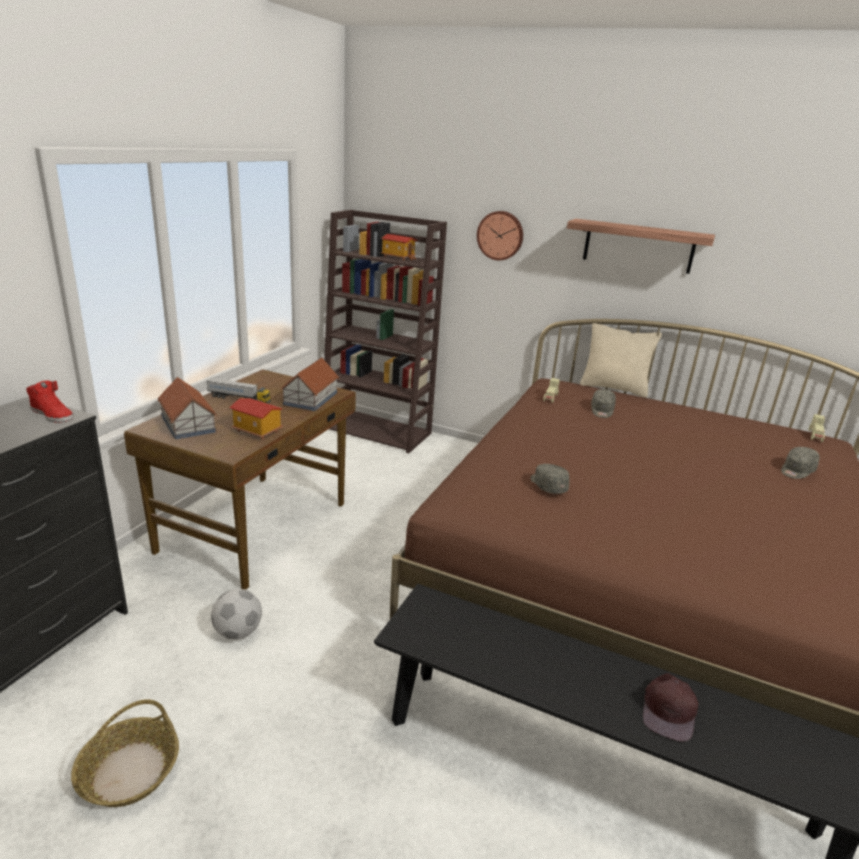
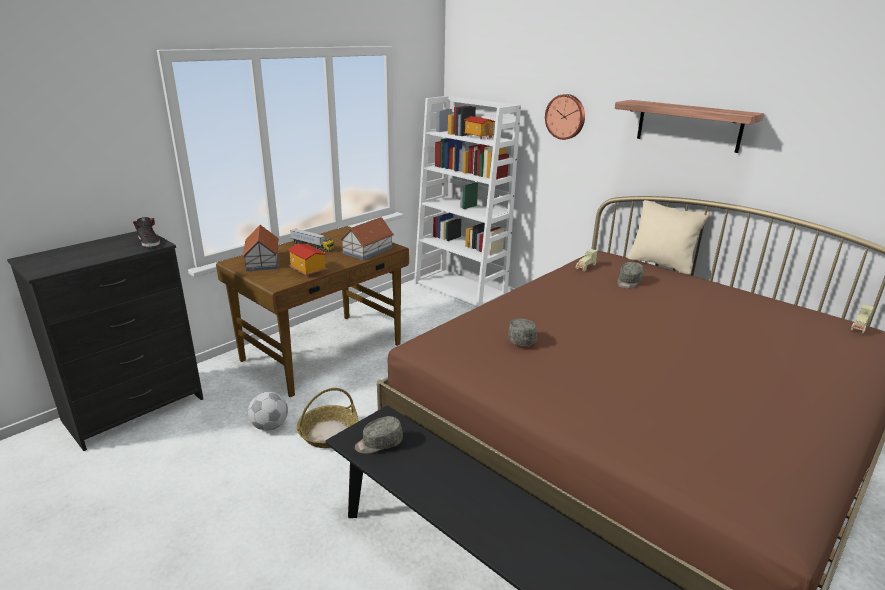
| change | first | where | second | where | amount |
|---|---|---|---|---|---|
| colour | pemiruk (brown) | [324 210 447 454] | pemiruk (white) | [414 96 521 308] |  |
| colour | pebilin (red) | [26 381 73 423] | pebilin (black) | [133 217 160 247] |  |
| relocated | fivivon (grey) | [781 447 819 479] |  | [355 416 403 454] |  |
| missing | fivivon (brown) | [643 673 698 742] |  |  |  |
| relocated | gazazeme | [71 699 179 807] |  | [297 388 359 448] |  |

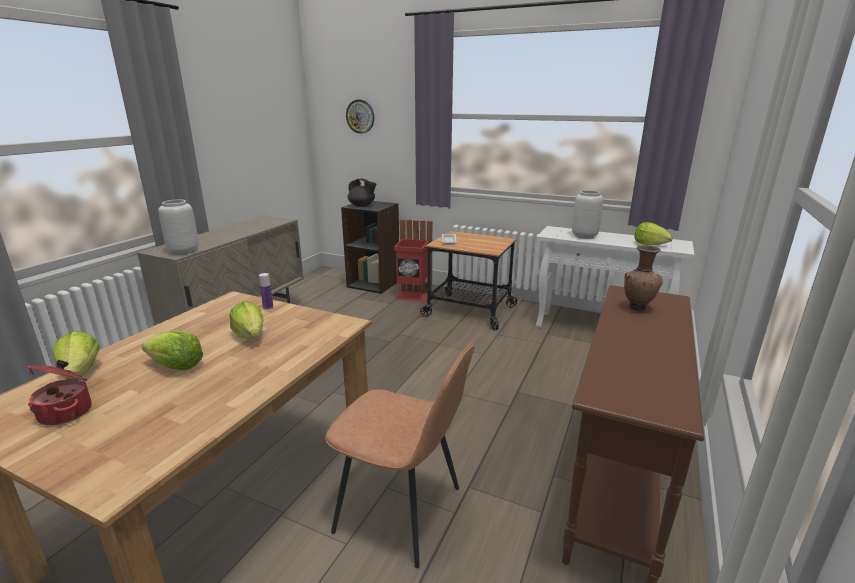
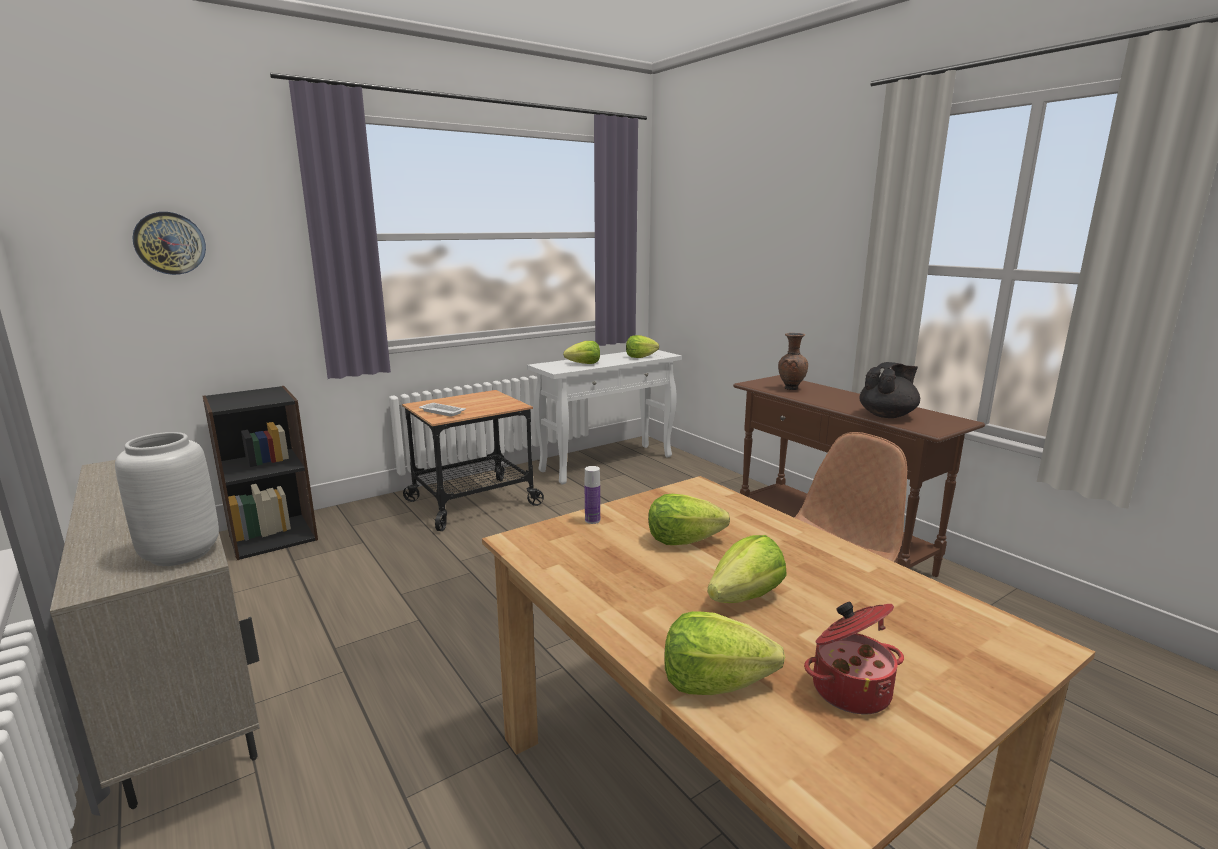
| change | first | where | second | where | amount |
|---|---|---|---|---|---|
| relocated | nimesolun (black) | [348 179 376 207] |  | [859 362 920 418] |  |
| exchanged | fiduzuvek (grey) | [572 190 603 239] | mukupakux | [563 341 600 364] |  |
| missing | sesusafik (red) | [394 219 432 302] |  |  |  |

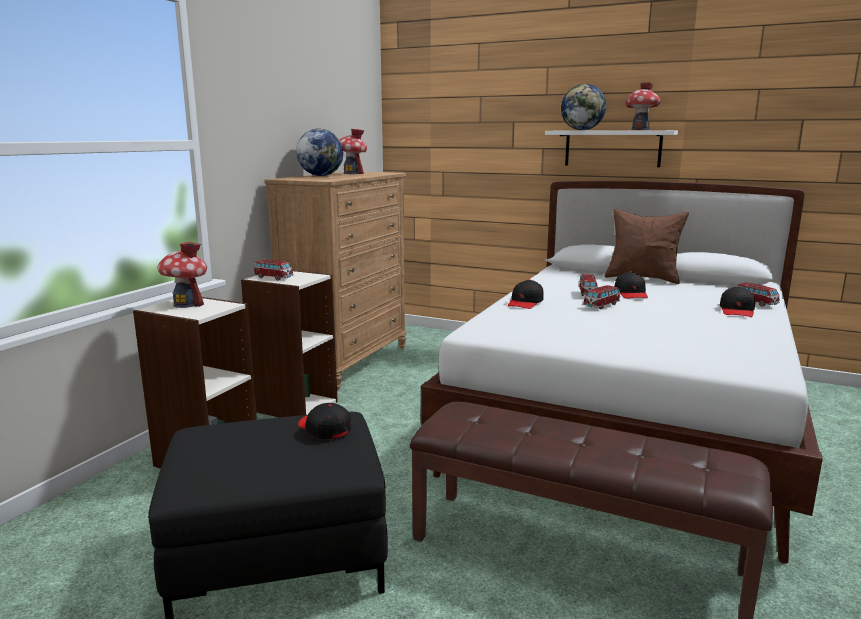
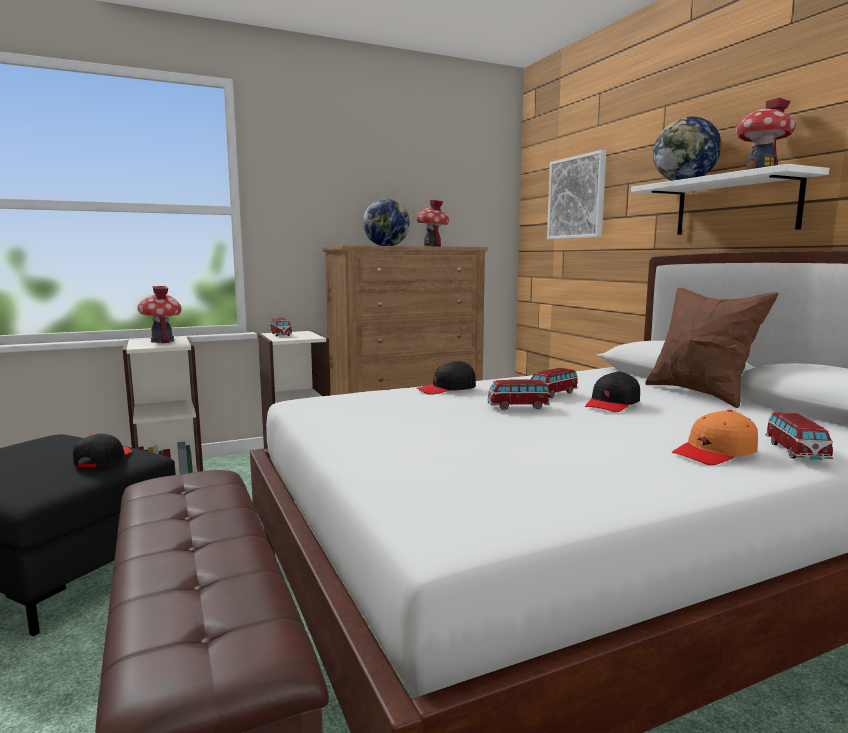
| change | first | where | second | where | amount |
|---|---|---|---|---|---|
| colour | fivivon (black) | [720 286 755 317] | fivivon (orange) | [672 410 758 465] |  |
| appeared |  |  | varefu | [547 150 606 239] |  |

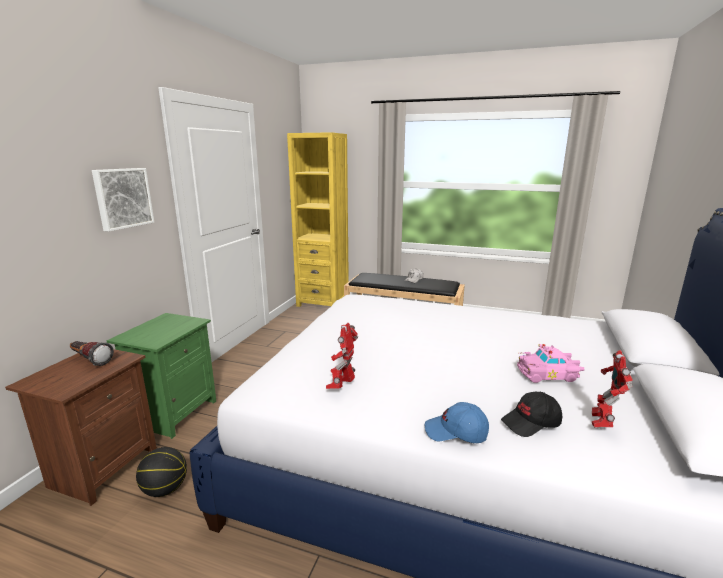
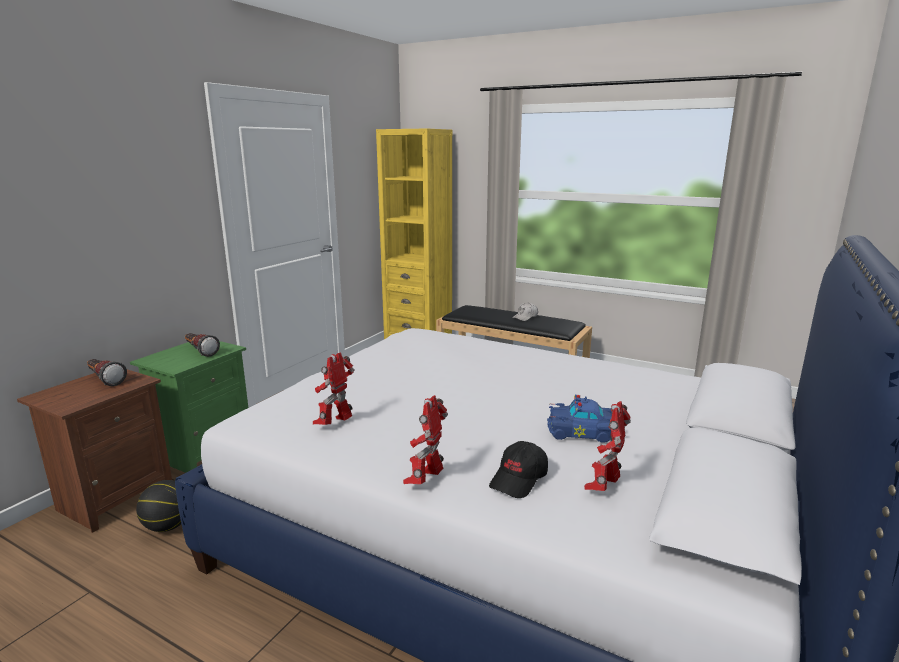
| change | first | where | second | where | amount |
|---|---|---|---|---|---|
| missing | varefu | [92 168 154 232] |  |  |  |
| colour | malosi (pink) | [517 344 585 383] | malosi (blue) | [547 395 612 443] |  |
| spun | fivivon (black) | [501 392 562 437] |  | [489 441 548 498] | 45 degrees counterclockwise |
| exchanged | fivivon (blue) | [425 402 489 443] | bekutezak | [403 395 448 484] |  |
| appeared |  |  | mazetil | [185 333 220 357] |  |

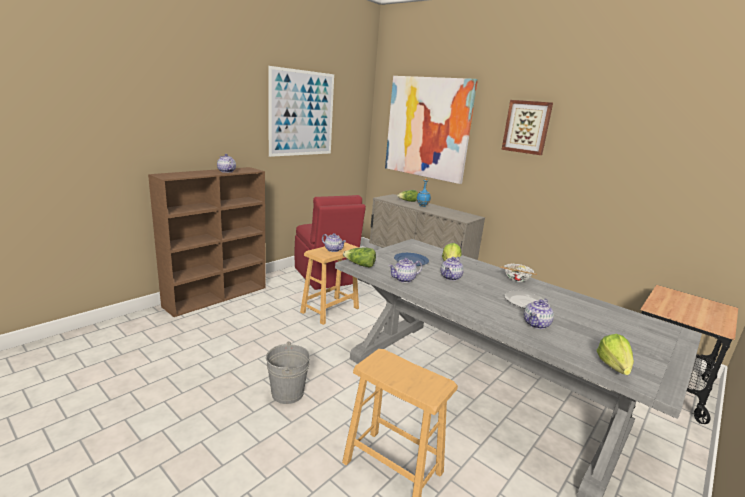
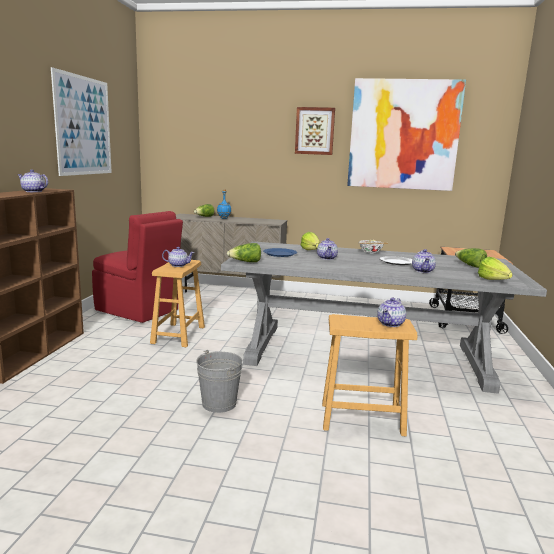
| change | first | where | second | where | amount |
|---|---|---|---|---|---|
| relocated | varefu | [385 76 478 184] |  | [347 78 466 191] |  |
| relocated | nimesolun | [389 258 422 283] |  | [377 297 406 327] |  |
| appeared |  |  | mukupakux | [455 248 487 268] |  |

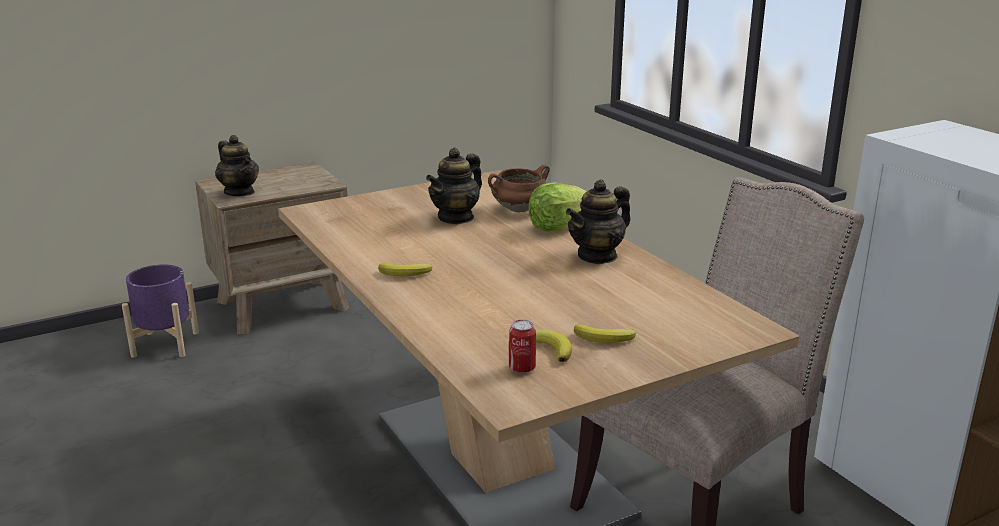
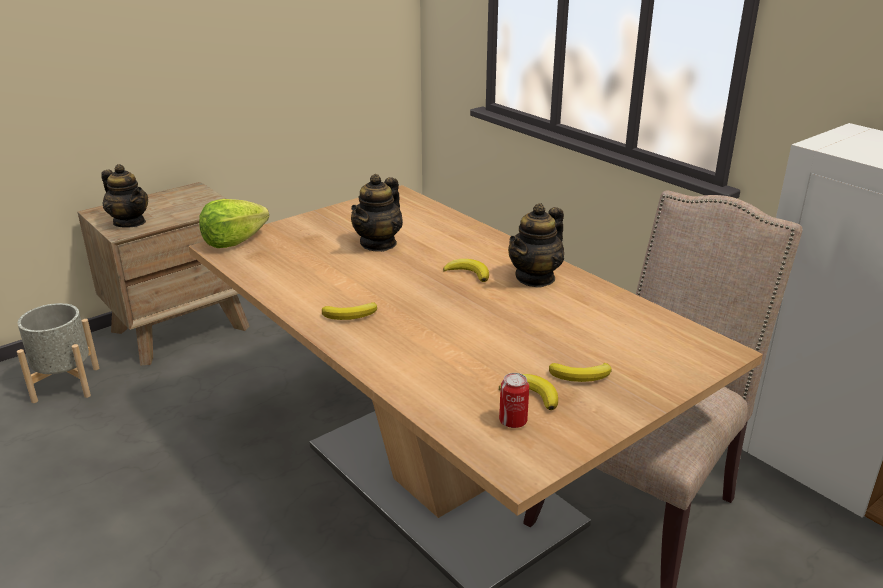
| change | first | where | second | where | amount |
|---|---|---|---|---|---|
| missing | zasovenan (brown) | [488 164 550 212] |  |  |  |
| relocated | mukupakux | [528 182 587 231] |  | [199 199 269 248] |  |
| colour | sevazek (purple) | [122 264 199 358] | sevazek (grey) | [17 303 99 403] |  |
| appeared |  |  | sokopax | [443 259 489 282] |  |

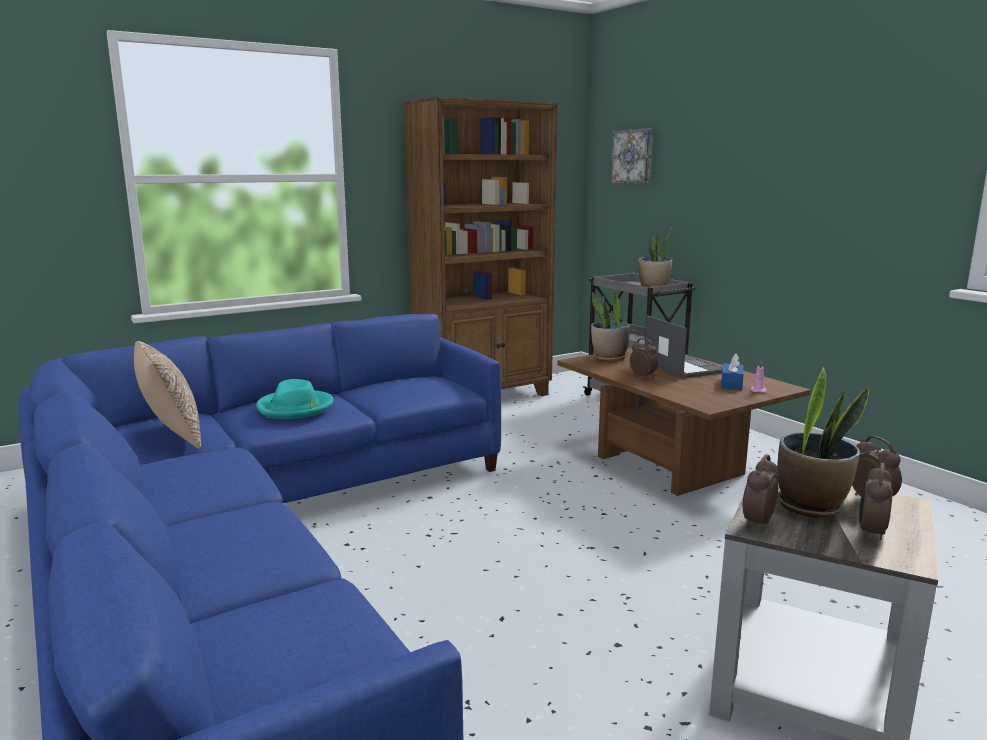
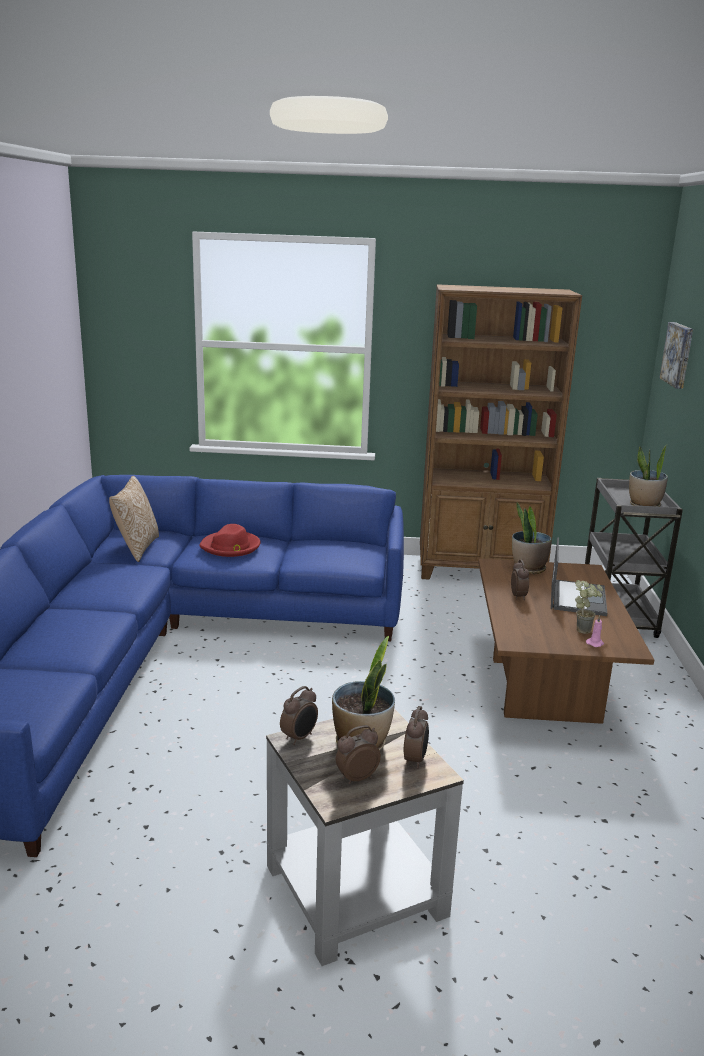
| change | first | where | second | where | amount |
|---|---|---|---|---|---|
| exchanged | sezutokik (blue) | [721 354 744 390] | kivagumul | [575 580 603 634] |  |
| colour | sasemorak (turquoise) | [256 379 334 419] | sasemorak (red) | [199 524 261 557] |  |
| spun | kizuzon | [743 454 778 529] |  | [280 686 318 745] | 150 degrees clockwise |

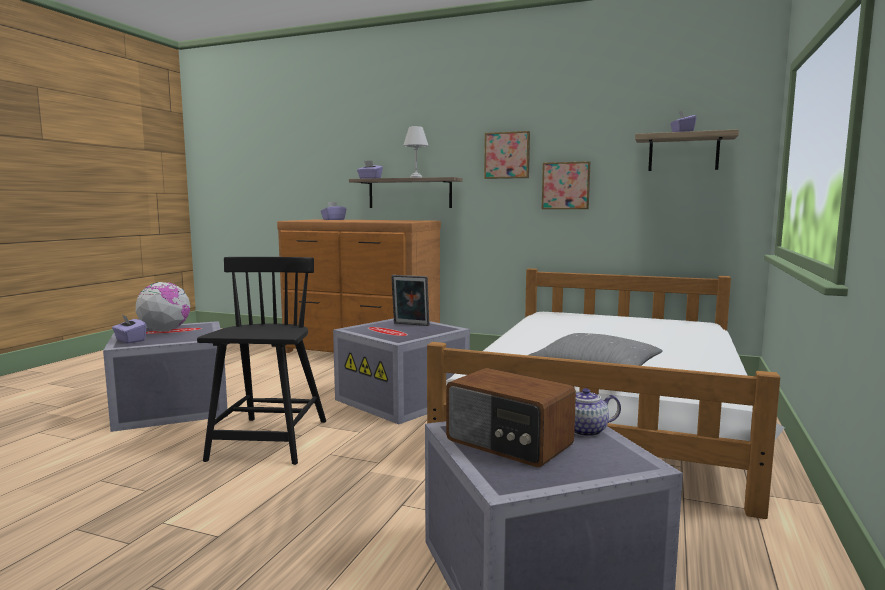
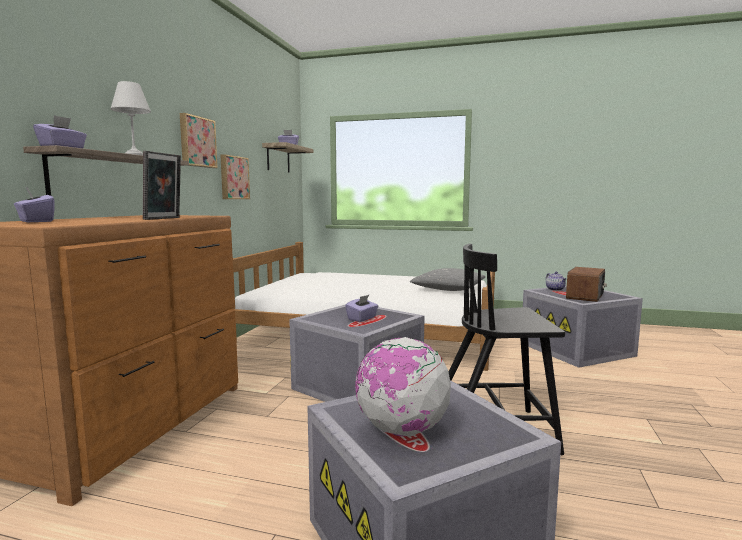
| change | first | where | second | where | amount |
|---|---|---|---|---|---|
| relocated | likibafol | [391 275 430 326] |  | [143 151 181 220] |  |
| relocated | sezutokik (purple) | [112 315 147 344] |  | [345 295 378 322] |  |

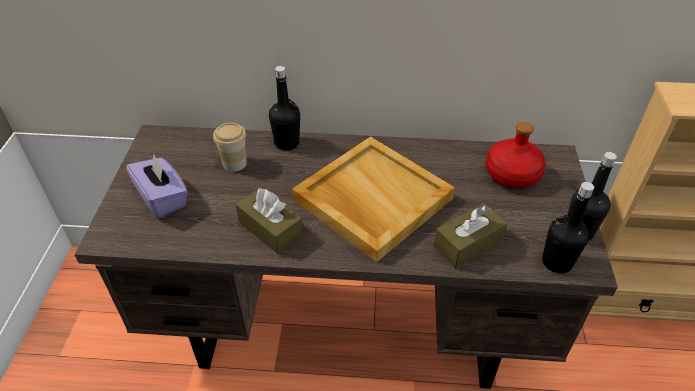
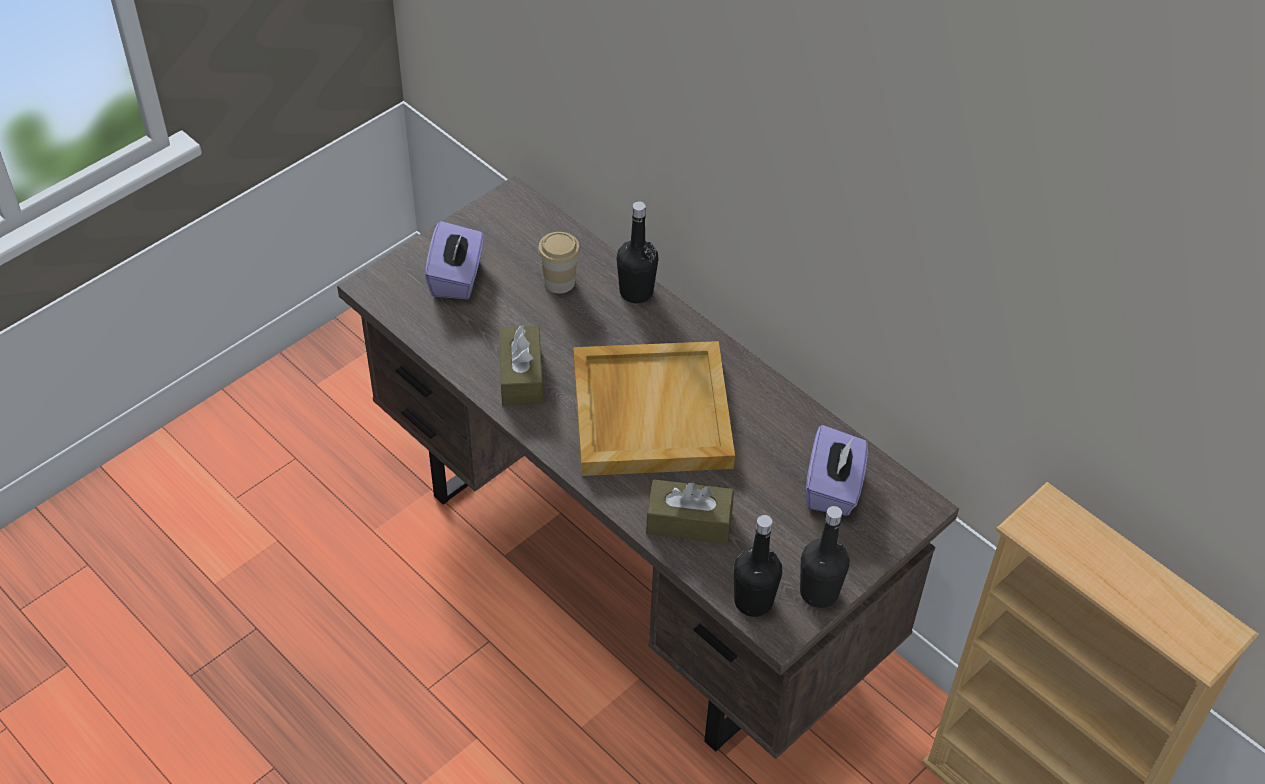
| change | first | where | second | where | amount |
|---|---|---|---|---|---|
| exchanged | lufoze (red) | [486 122 546 189] | sezutokik (purple) | [806 425 868 516] |  |

